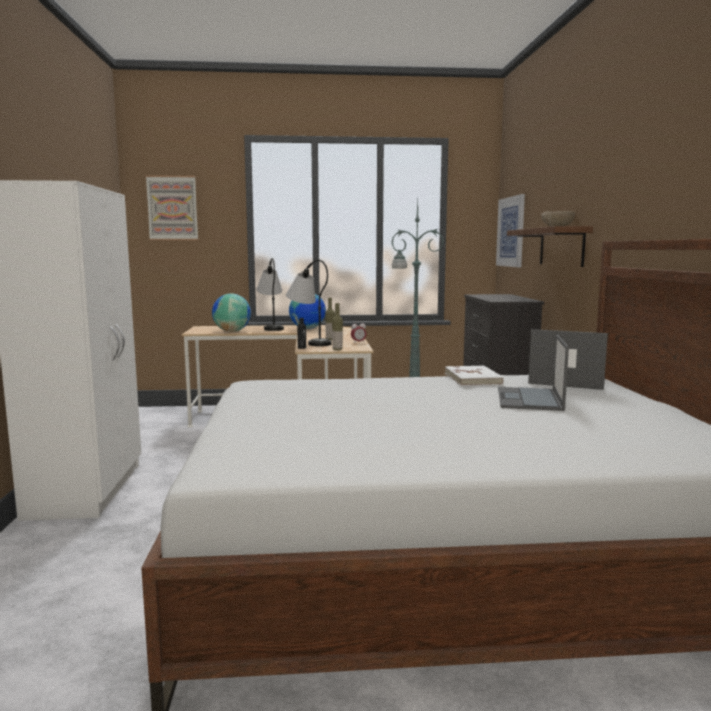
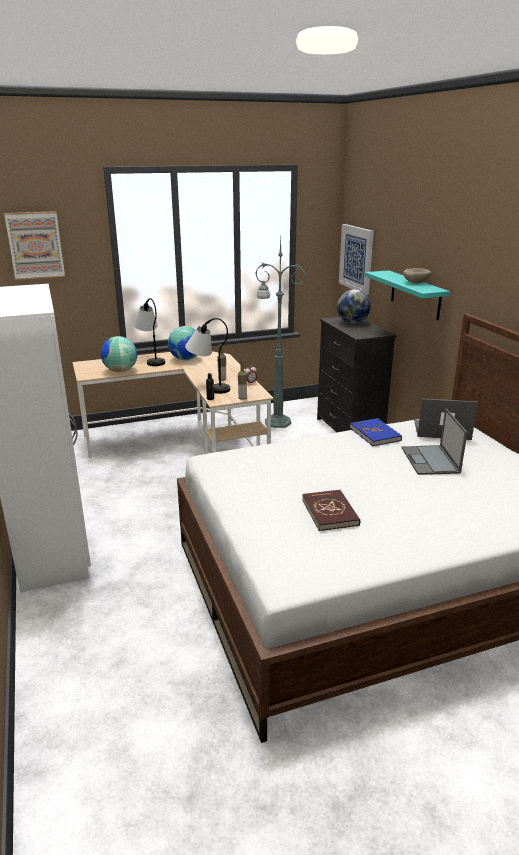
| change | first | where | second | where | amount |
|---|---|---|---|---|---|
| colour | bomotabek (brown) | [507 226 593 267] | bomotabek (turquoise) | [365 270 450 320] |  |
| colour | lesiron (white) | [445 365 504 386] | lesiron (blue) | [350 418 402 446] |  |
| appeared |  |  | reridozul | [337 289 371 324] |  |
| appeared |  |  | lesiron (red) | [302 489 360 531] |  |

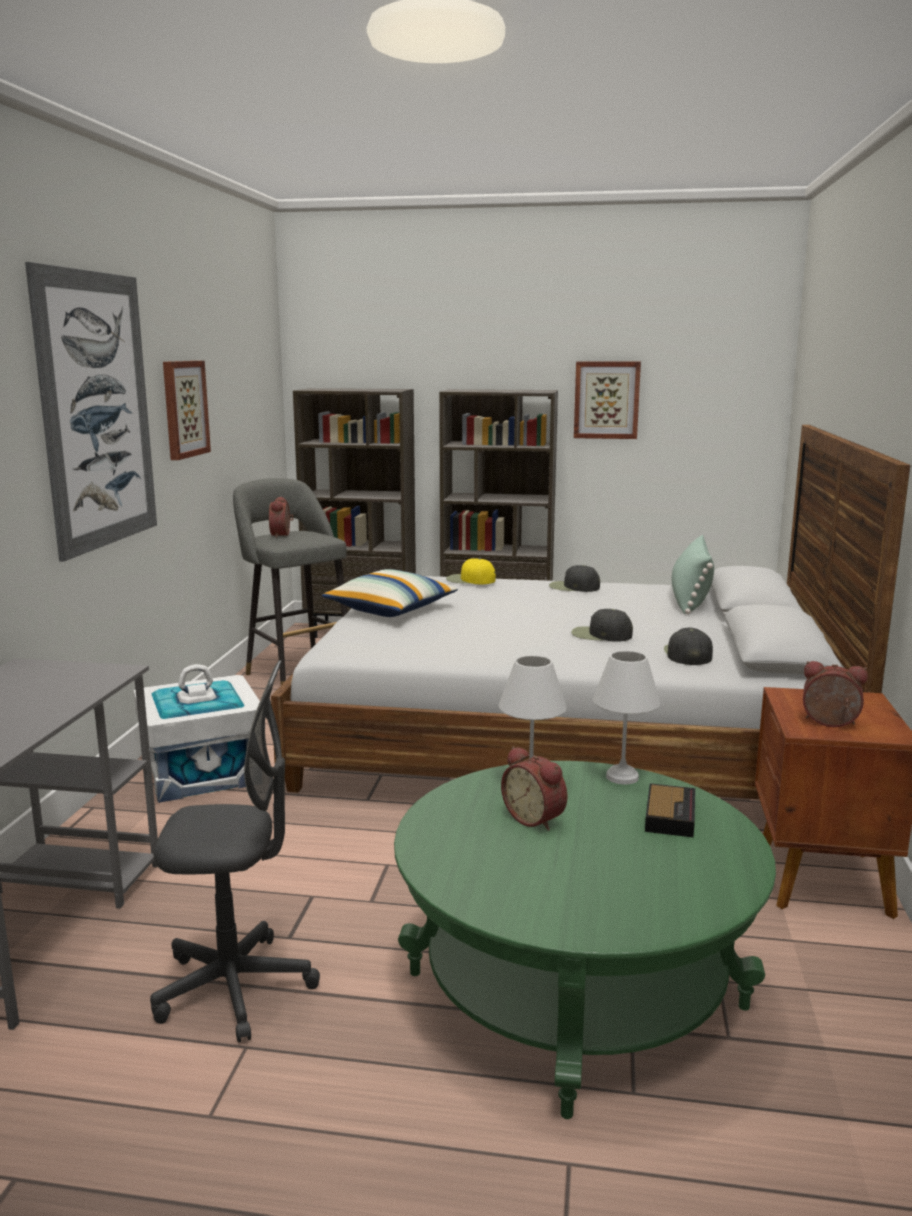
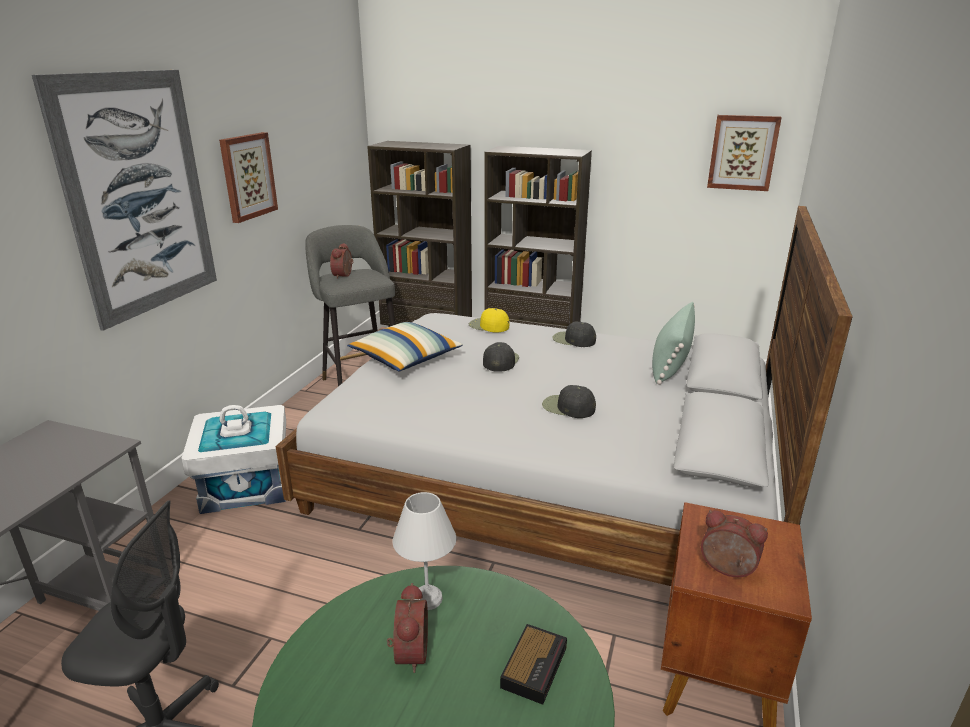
| change | first | where | second | where | amount |
|---|---|---|---|---|---|
| relocated | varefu | [574 361 641 439] |  | [707 115 782 191] |  |
| relocated | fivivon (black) | [664 628 713 665] |  | [483 342 519 372] |  |
| missing | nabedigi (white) | [593 651 660 785] |  |  |  |
| spun | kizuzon | [501 746 567 831] |  | [387 583 428 673] | 150 degrees counterclockwise |

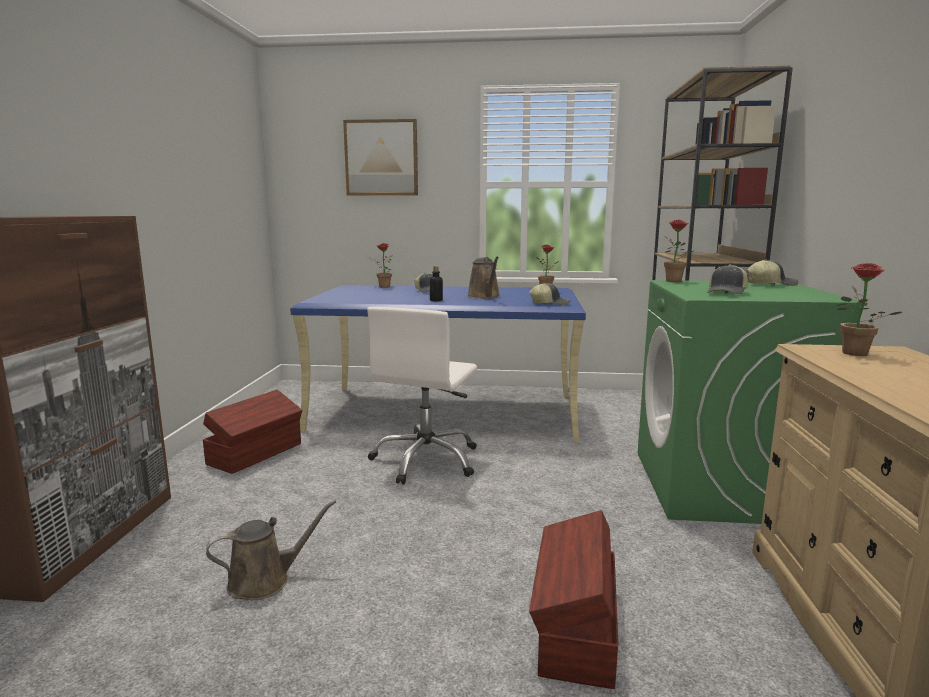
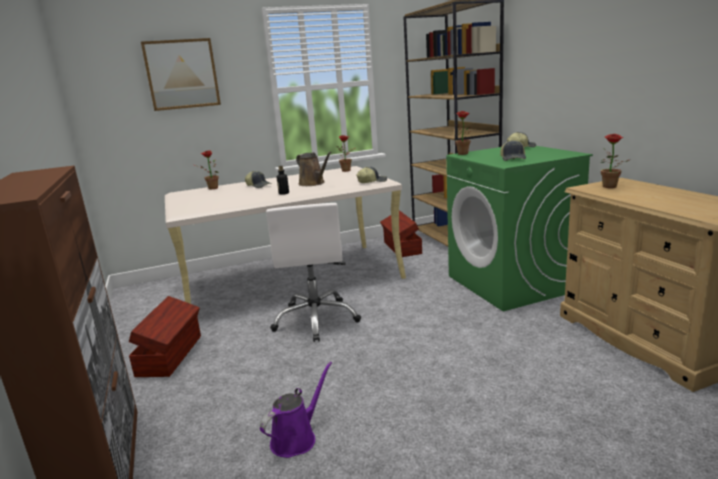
| change | first | where | second | where | amount |
|---|---|---|---|---|---|
| colour | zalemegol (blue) | [290 285 586 443] | zalemegol (beige) | [165 166 406 304] |  |
| colour | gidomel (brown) | [206 500 336 600] | gidomel (purple) | [260 362 332 458] |  |
| relocated | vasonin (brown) | [529 510 619 689] |  | [380 210 422 257] |  |

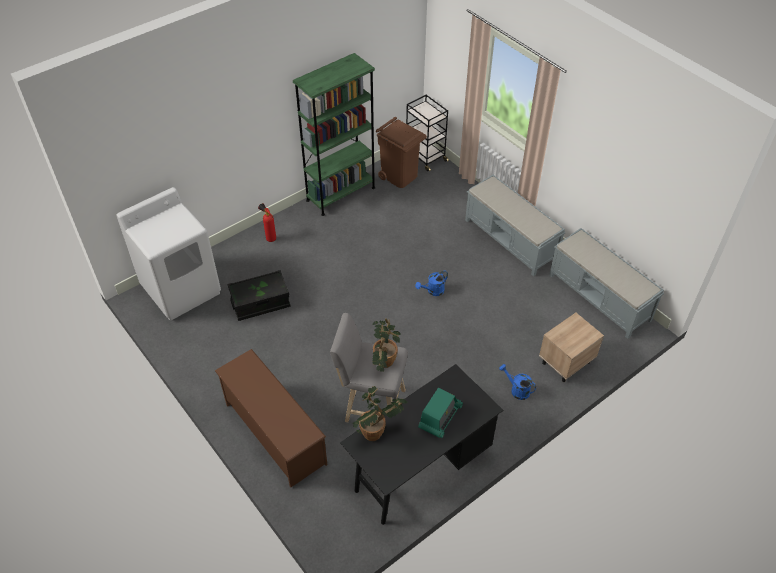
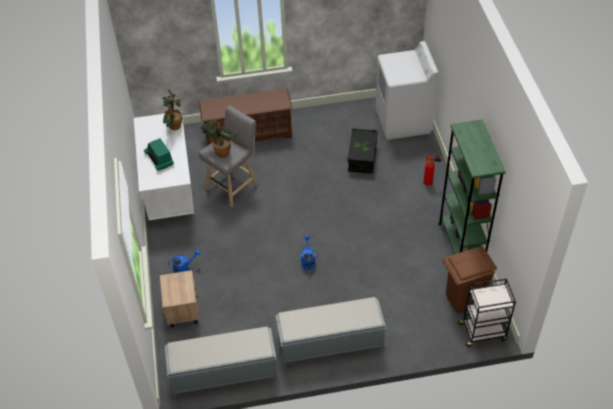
| change | first | where | second | where | amount |
|---|---|---|---|---|---|
| colour | zalemegol (black) | [340 364 503 525] | zalemegol (white) | [134 111 194 220] |  |

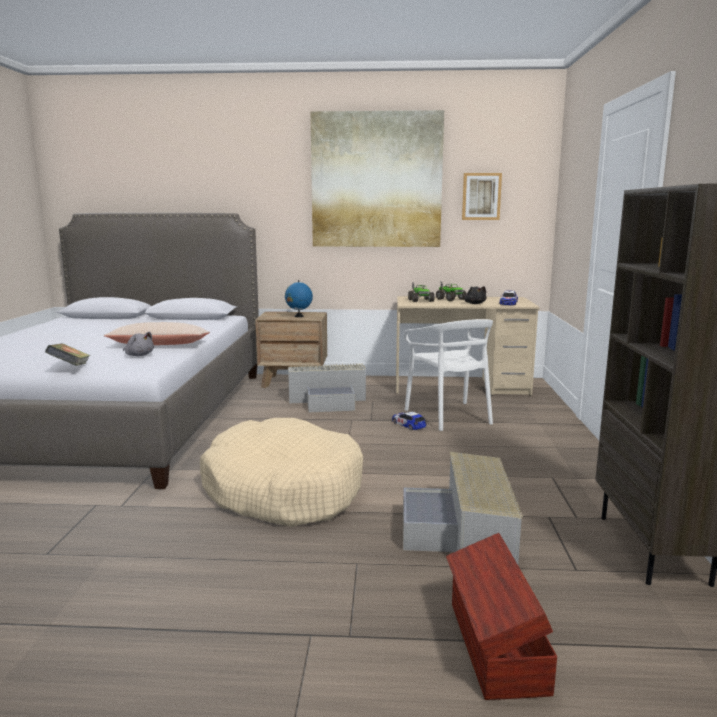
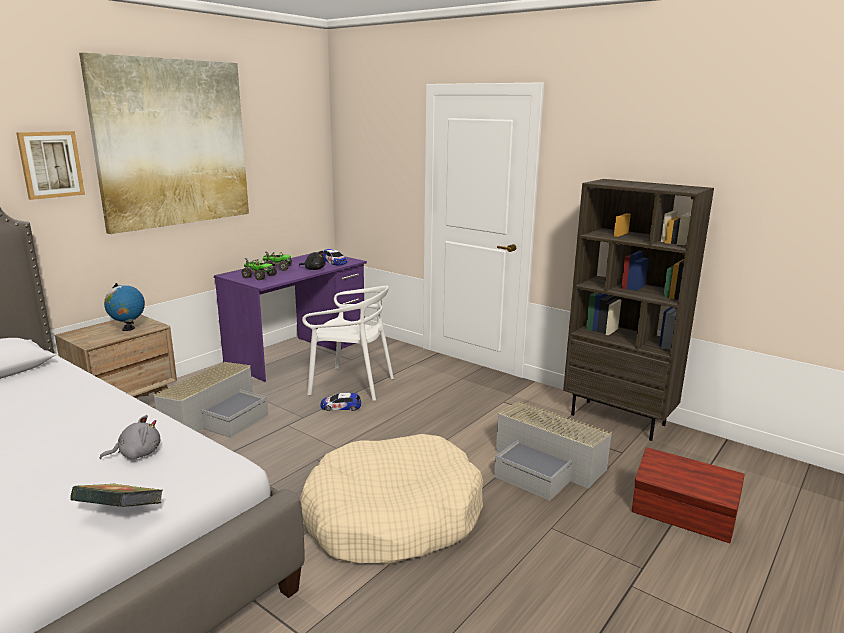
| change | first | where | second | where | amount |
|---|---|---|---|---|---|
| relocated | varefu | [462 173 502 220] |  | [16 131 85 200] |  |
| colour | zalemegol (beige) | [396 296 540 396] | zalemegol (purple) | [214 252 367 382] |  |
| missing | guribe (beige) | [104 322 210 345] |  |  |  |

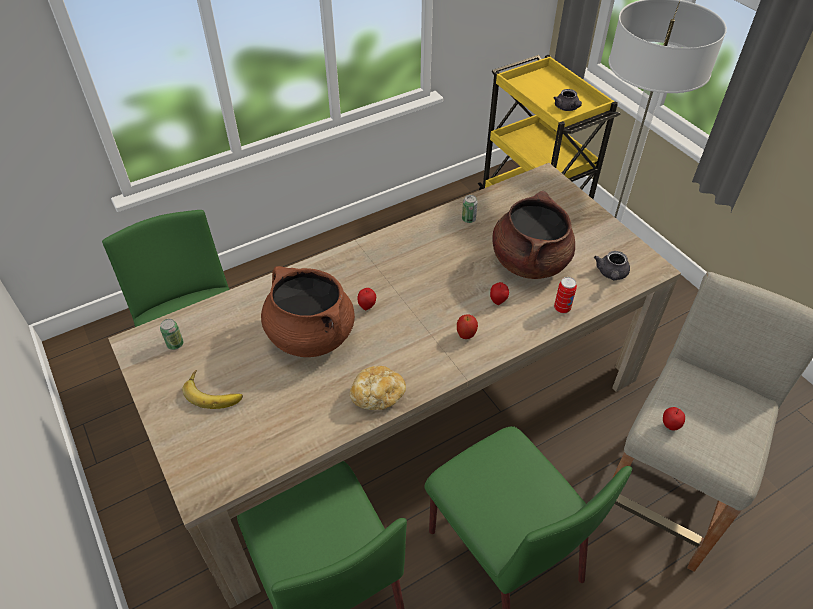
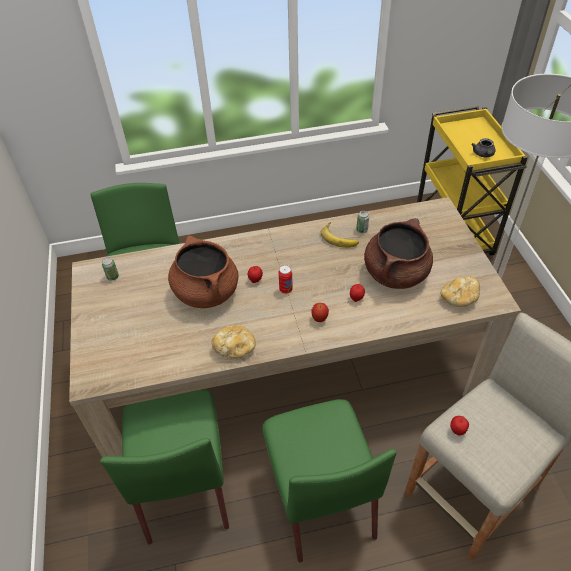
| change | first | where | second | where | amount |
|---|---|---|---|---|---|
| exchanged | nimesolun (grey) | [594 251 630 280] | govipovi | [441 276 480 307] |  |
| relocated | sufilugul | [554 277 577 313] |  | [278 265 293 294] |  |
| relocated | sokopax | [182 370 243 409] |  | [321 222 359 248] |  |

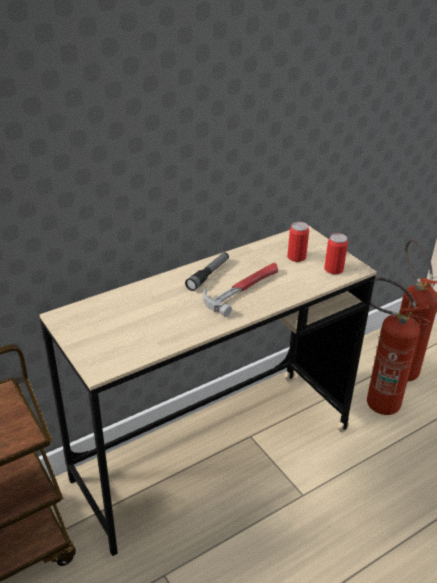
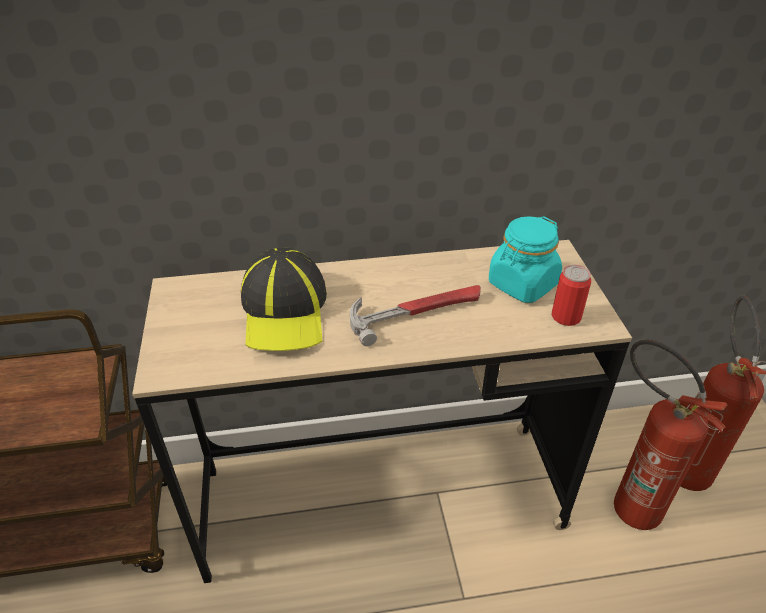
| change | first | where | second | where | amount |
|---|---|---|---|---|---|
| exchanged | sufilugul | [287 222 309 262] | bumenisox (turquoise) | [489 216 562 303] |  |
| missing | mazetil | [185 252 229 291] |  |  |  |
| appeared |  |  | fivivon | [241 247 327 351] |  |

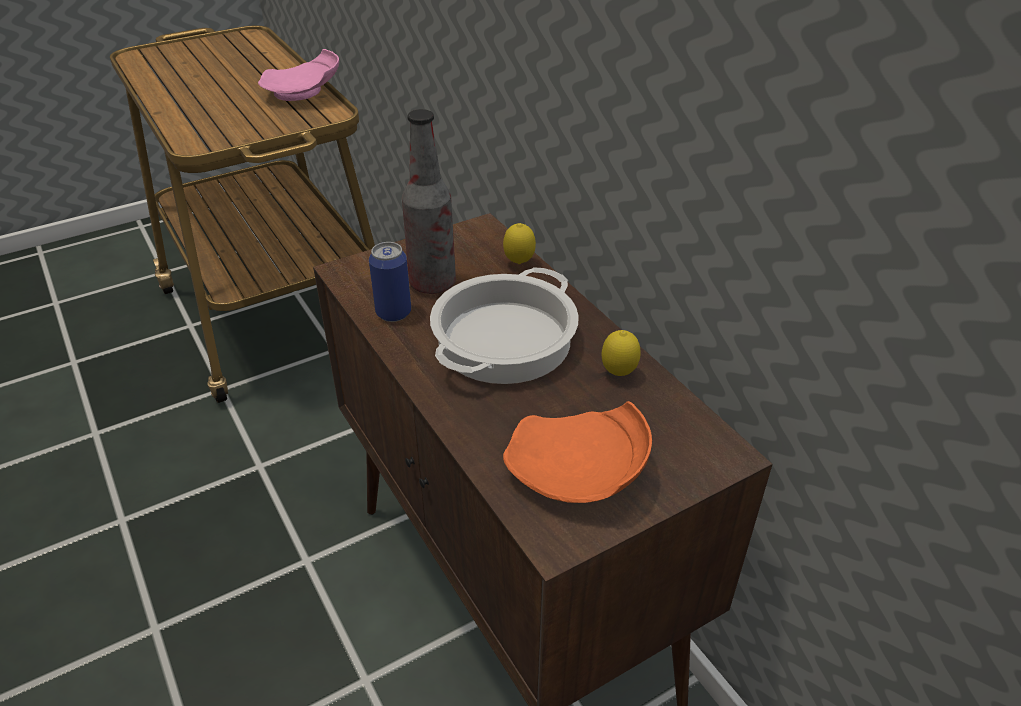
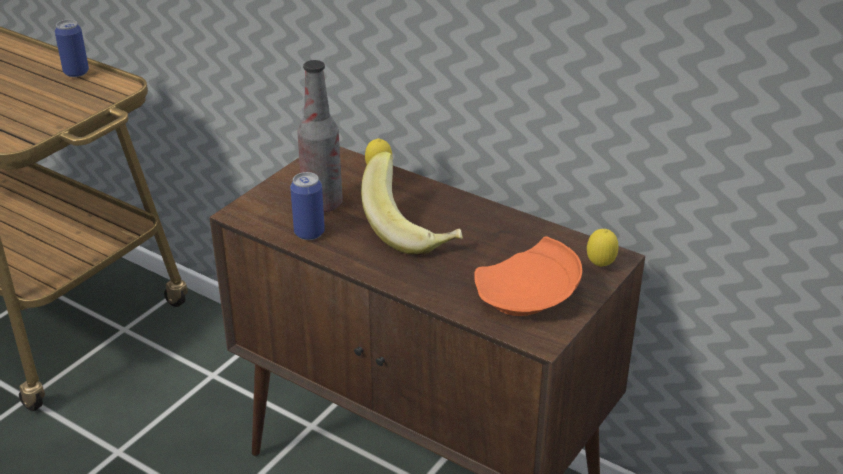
| change | first | where | second | where | amount |
|---|---|---|---|---|---|
| exchanged | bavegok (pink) | [258 49 339 101] | sufilugul | [55 19 89 77] |  |
| exchanged | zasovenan | [430 267 579 384] | sokopax | [361 151 463 255] |  |
| relocated | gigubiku | [601 330 640 376] |  | [587 229 618 267] |  |

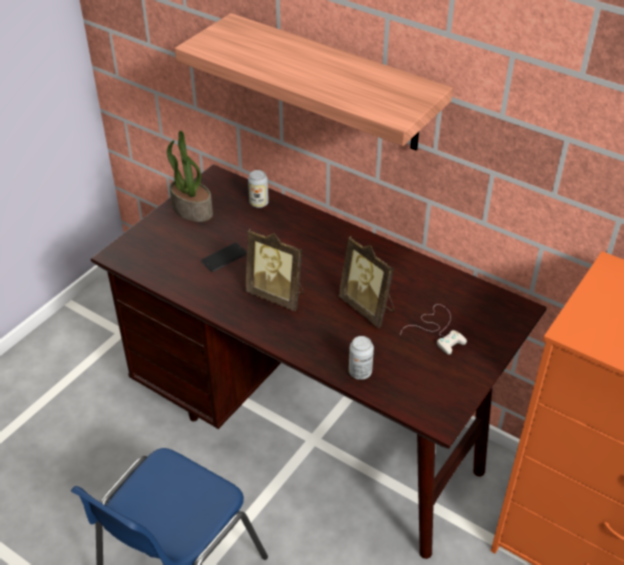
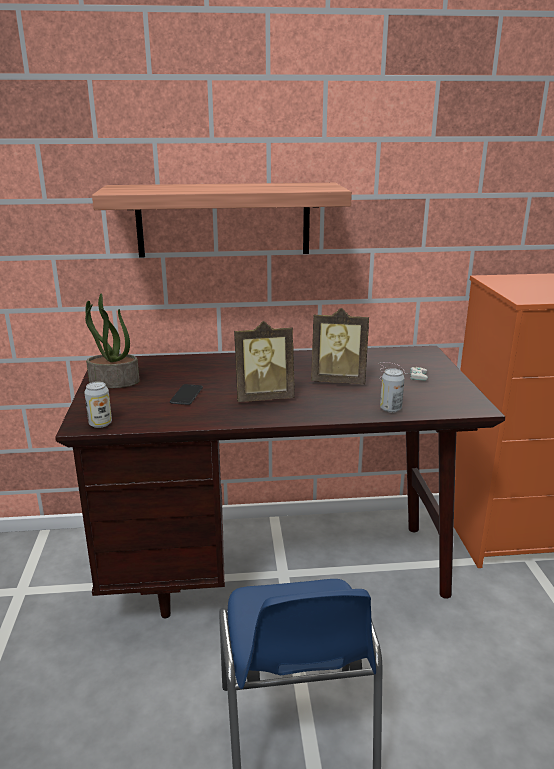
| change | first | where | second | where | amount |
|---|---|---|---|---|---|
| relocated | sufilugul | [248 170 269 208] |  | [84 382 112 428] |  |

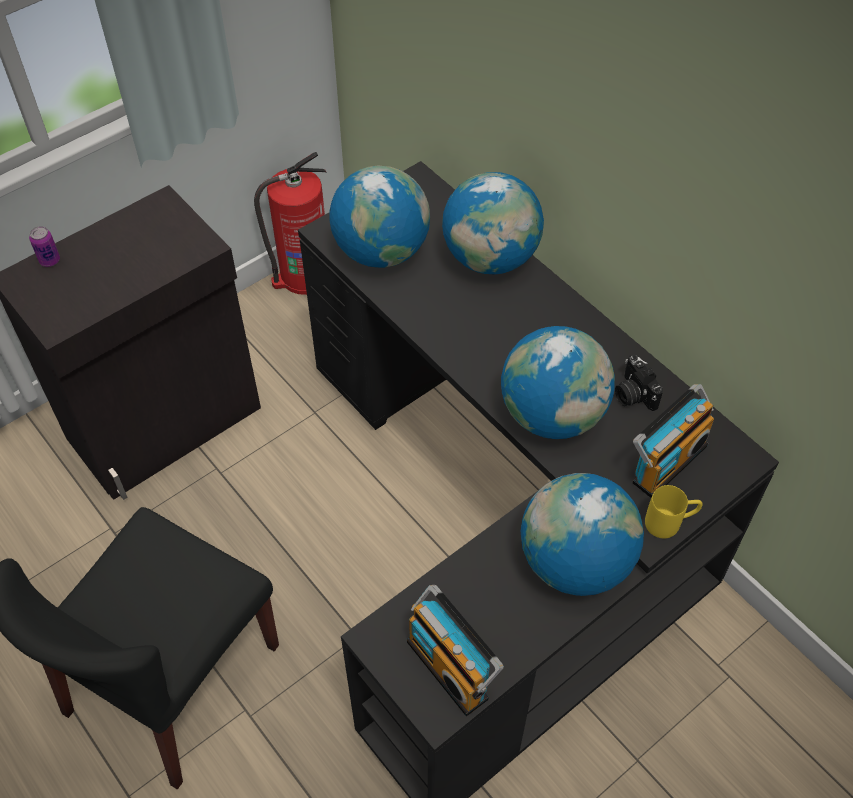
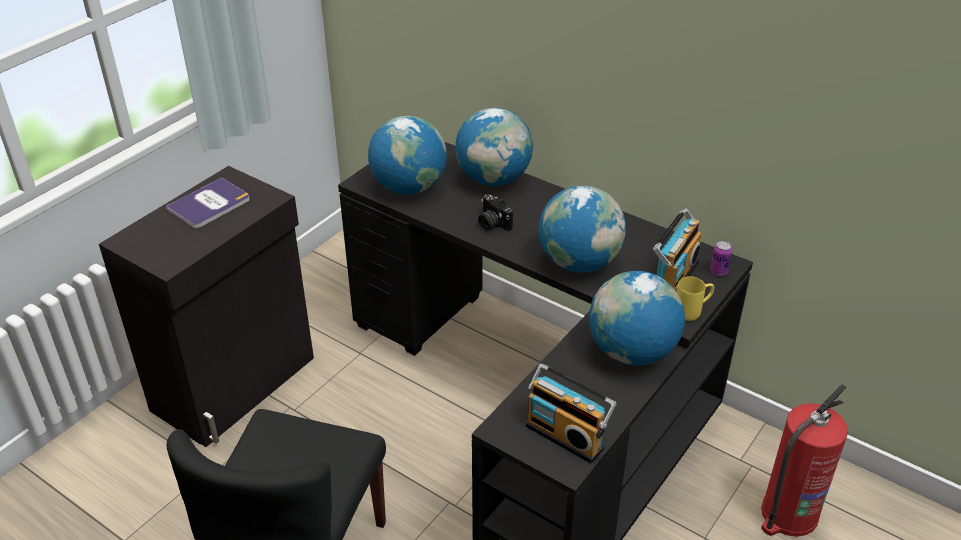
| change | first | where | second | where | amount |
|---|---|---|---|---|---|
| relocated | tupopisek | [254 152 327 295] |  | [761 384 848 537] |  |
| relocated | sufilugul | [29 226 60 267] |  | [710 241 732 276] |  |
| relocated | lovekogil | [615 354 663 411] |  | [478 194 513 231] |  |
| appeared |  |  | lesiron | [166 178 250 228] |  |

